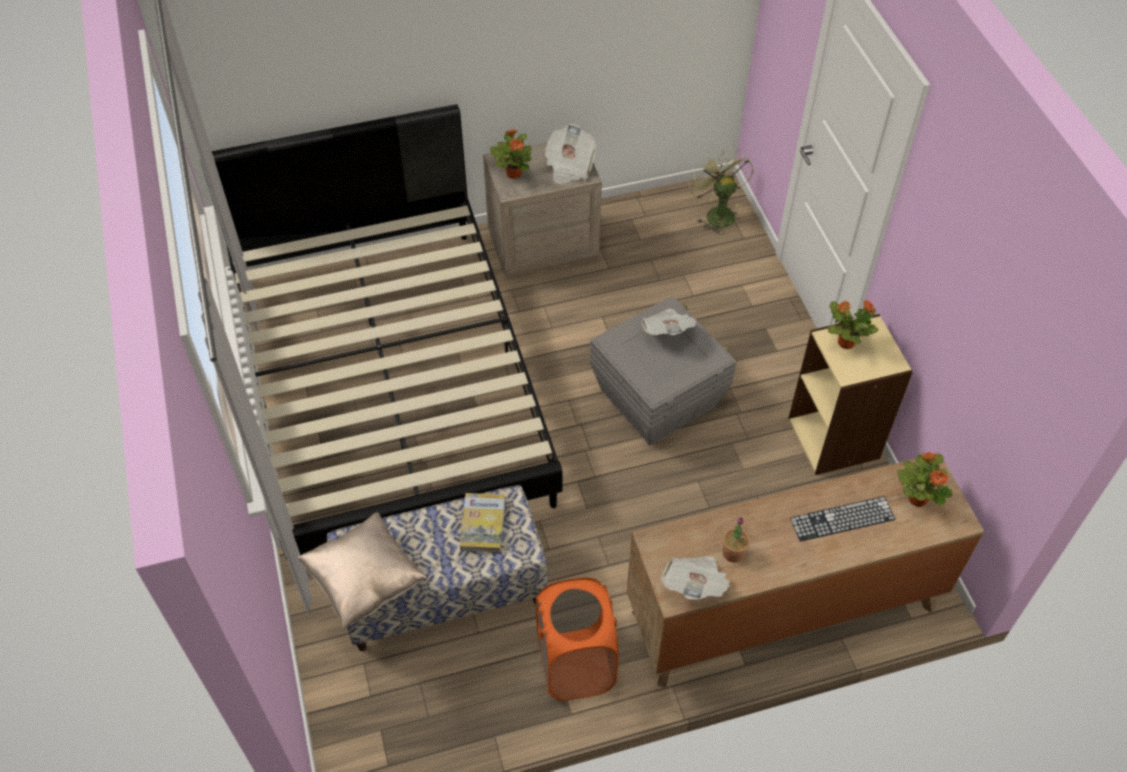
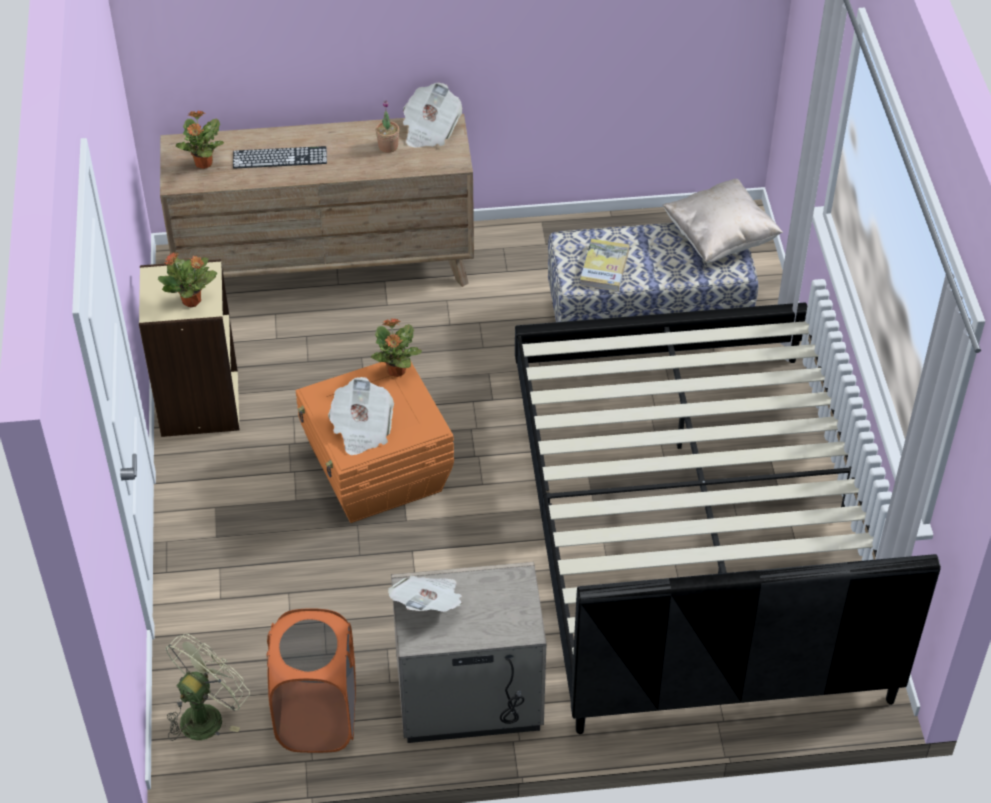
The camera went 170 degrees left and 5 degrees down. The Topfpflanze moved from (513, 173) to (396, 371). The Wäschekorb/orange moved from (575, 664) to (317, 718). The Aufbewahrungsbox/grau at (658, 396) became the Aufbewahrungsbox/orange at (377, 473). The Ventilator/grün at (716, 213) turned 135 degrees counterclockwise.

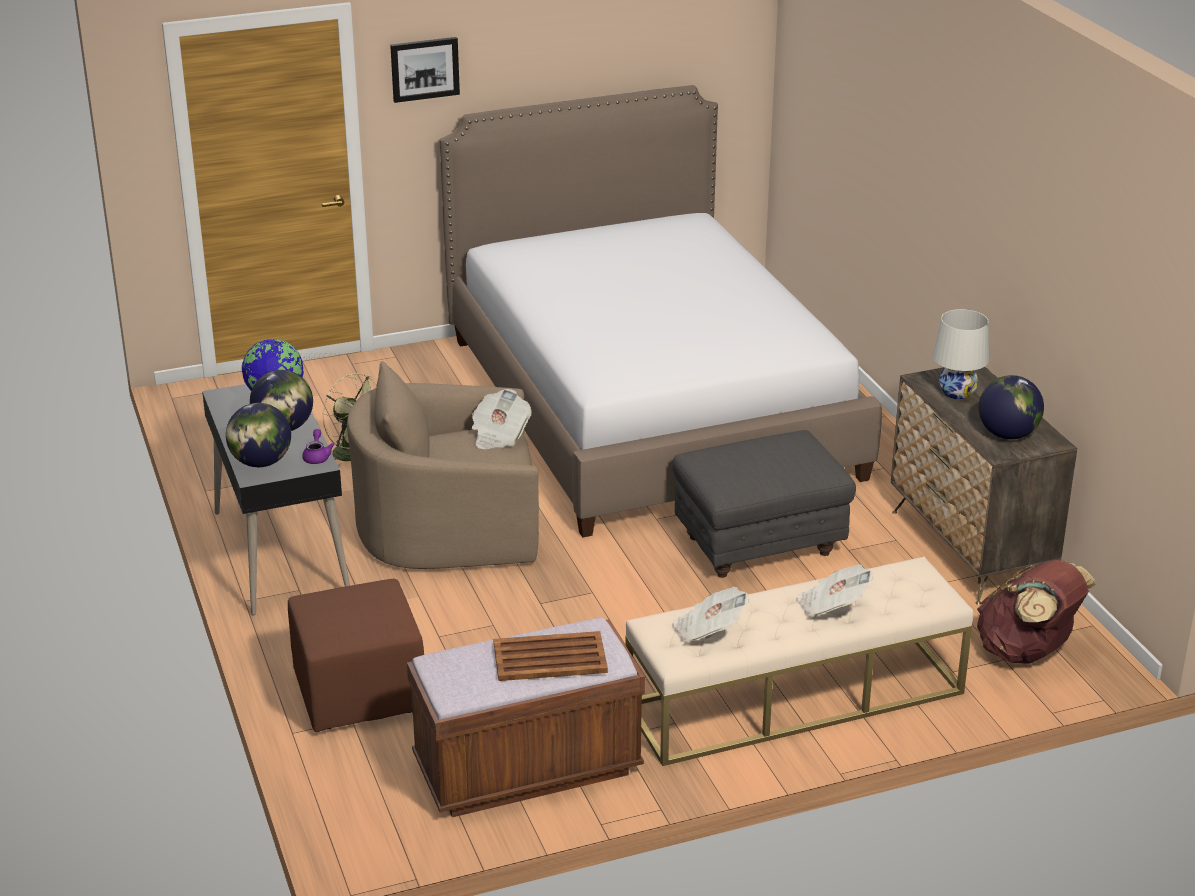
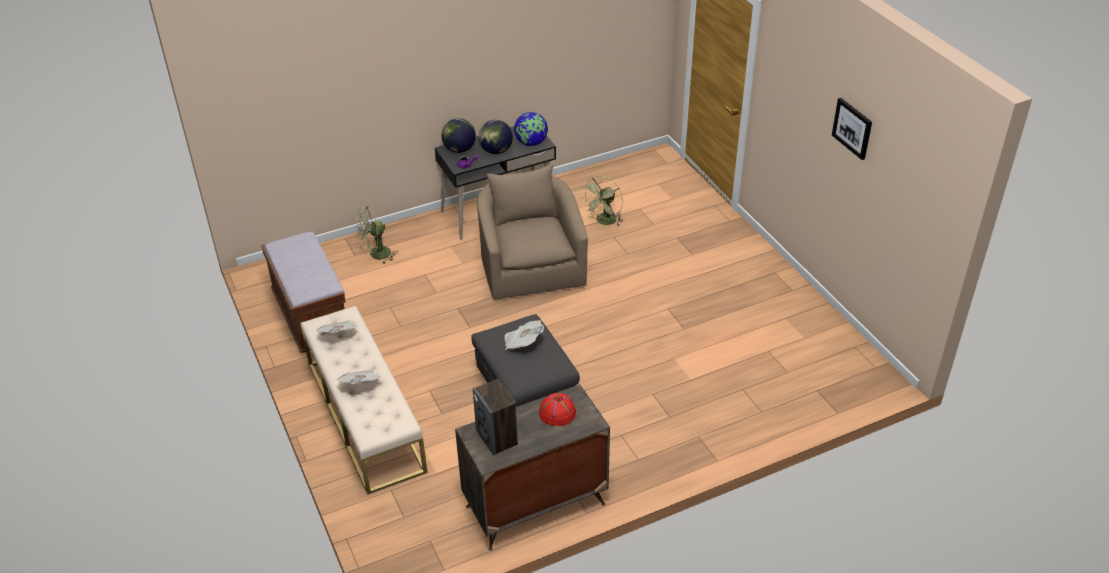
The camera went 85 degrees right and 10 degrees up. The Bett at (649, 406) disappeared. The Tablett/braun at (551, 658) disappeared. The Rucksack/braun at (1026, 652) disappeared. The Bild moved from (424, 69) to (852, 128). The Zeitung moved from (499, 435) to (523, 343). The Polsterhocker/braun at (361, 693) was replaced by the Ventilator/grün at (376, 255). The Tischlampe/weiß at (957, 392) was replaced by the Hut/rot at (557, 413). The Globus at (1007, 434) was replaced by the Lautsprecher at (497, 437).

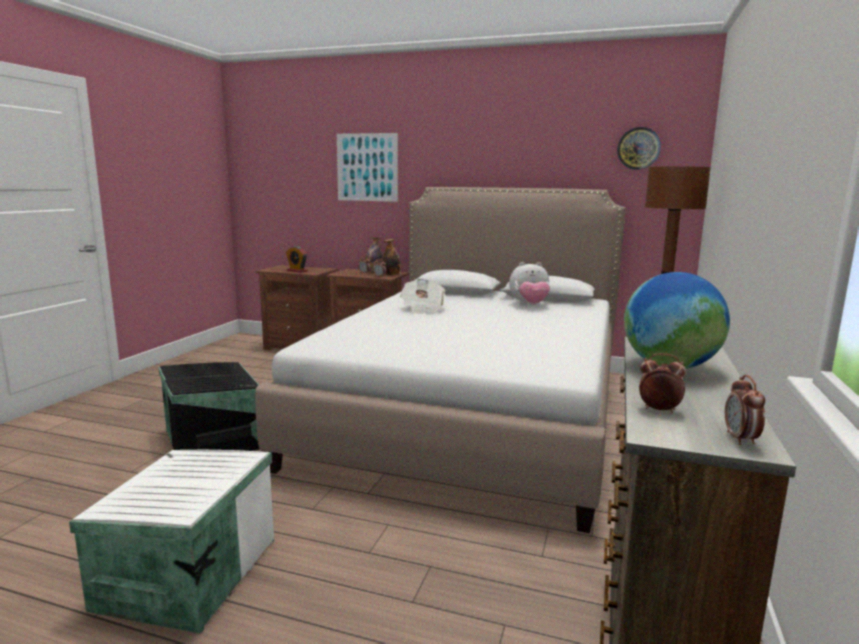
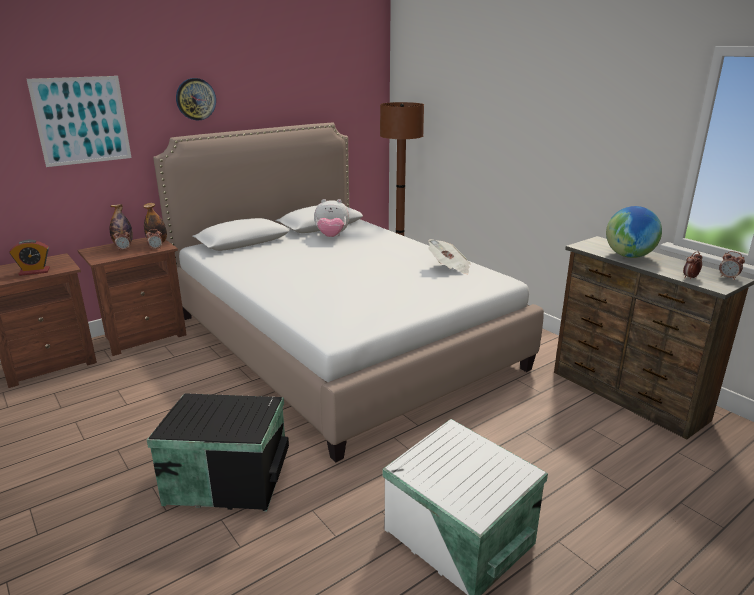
The camera went 55 degrees left and 10 degrees up. The Zeitung moved from (422, 309) to (449, 268). The Wanduhr moved from (638, 148) to (195, 99). The Plüschtier at (529, 305) turned 60 degrees clockwise.

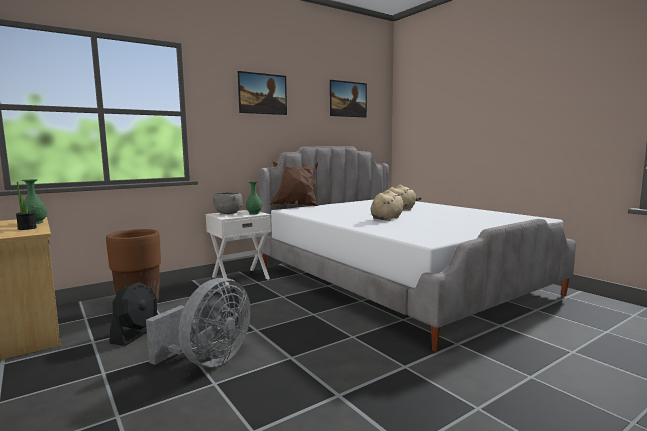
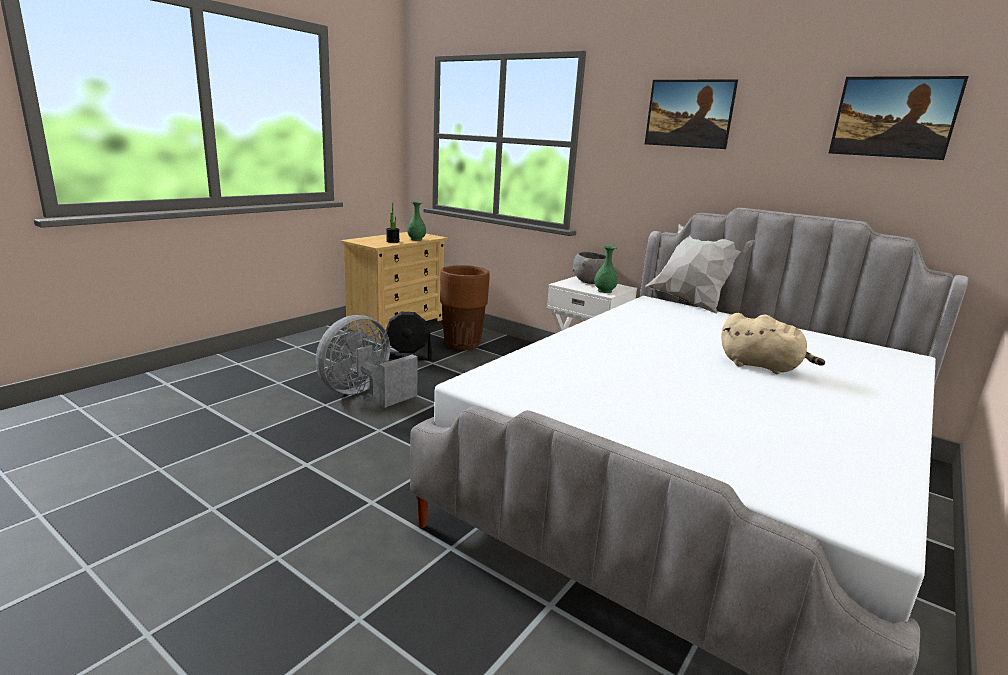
The camera went 70 degrees right and 10 degrees up. The Plüschtier/beige at (387, 218) disappeared. The Kissen/braun at (295, 206) became the Kissen/weiß at (689, 303). The Ventilator/grau at (208, 361) turned 120 degrees clockwise.

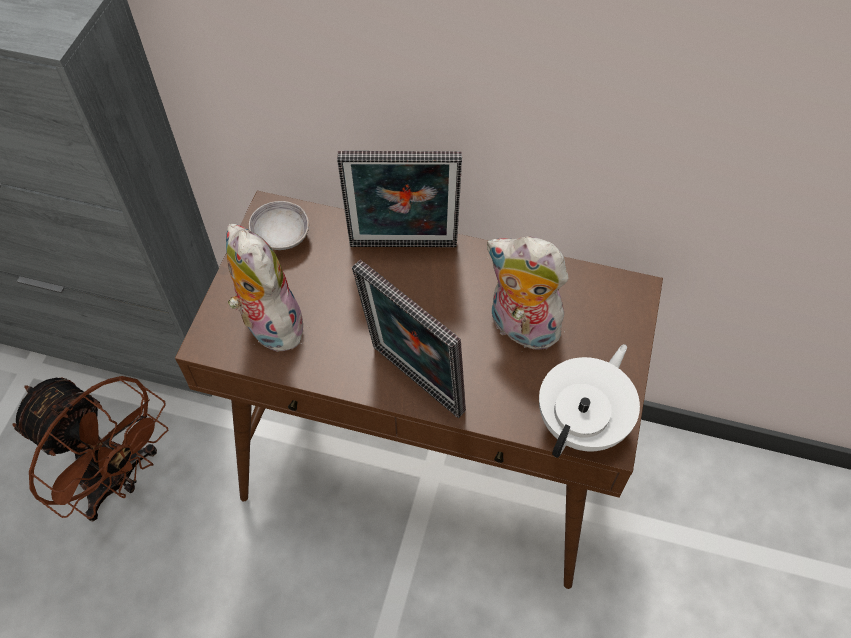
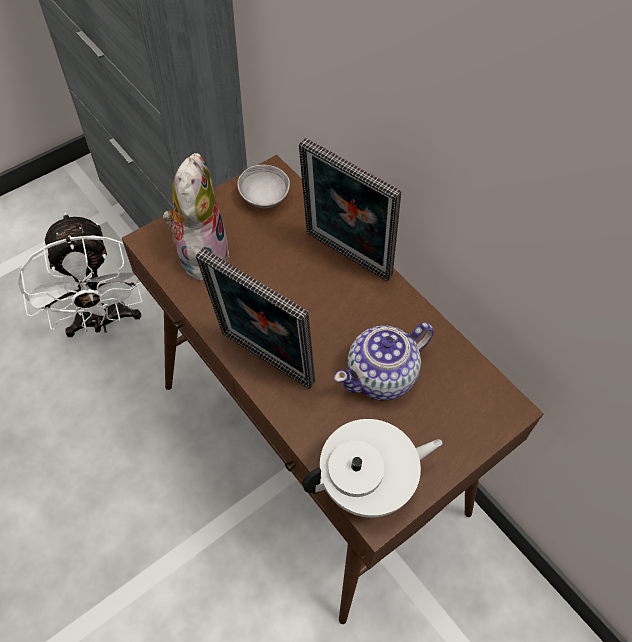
The camera went 35 degrees right and 0 degrees up. The Plüschtier at (520, 329) was replaced by the Teekanne at (382, 376). The Ventilator/braun at (118, 480) became the Ventilator/weiß at (103, 321). The Bilderrahmen at (413, 383) turned 45 degrees counterclockwise.

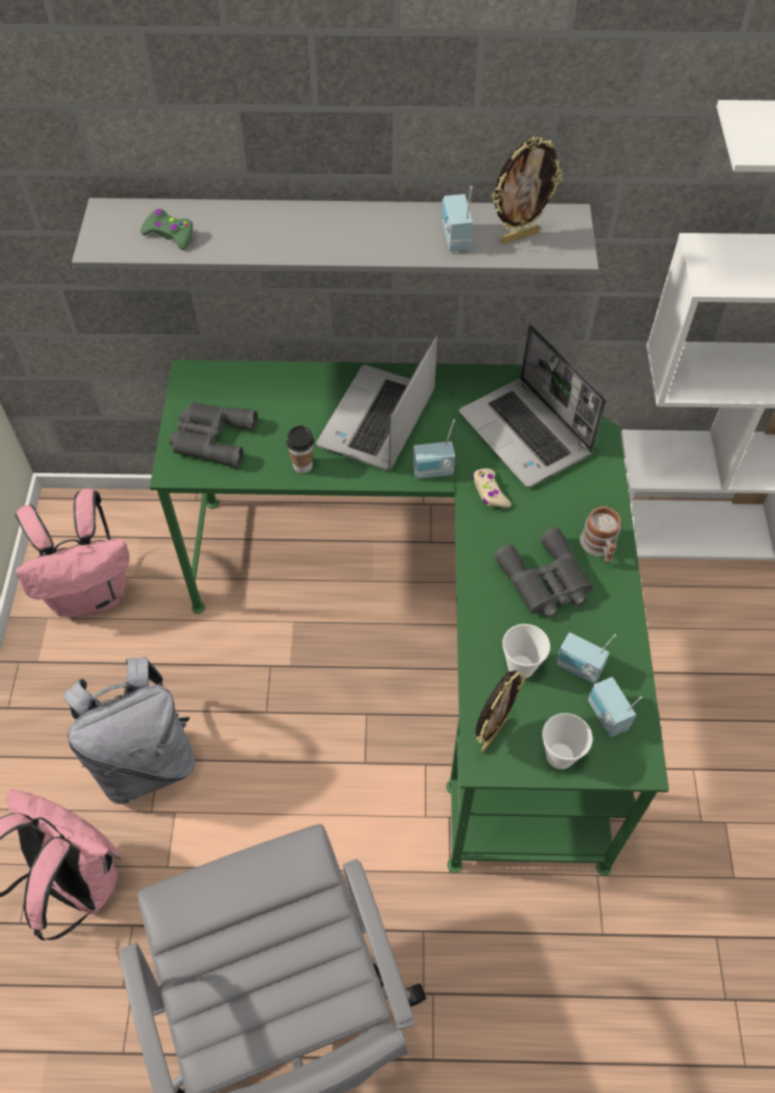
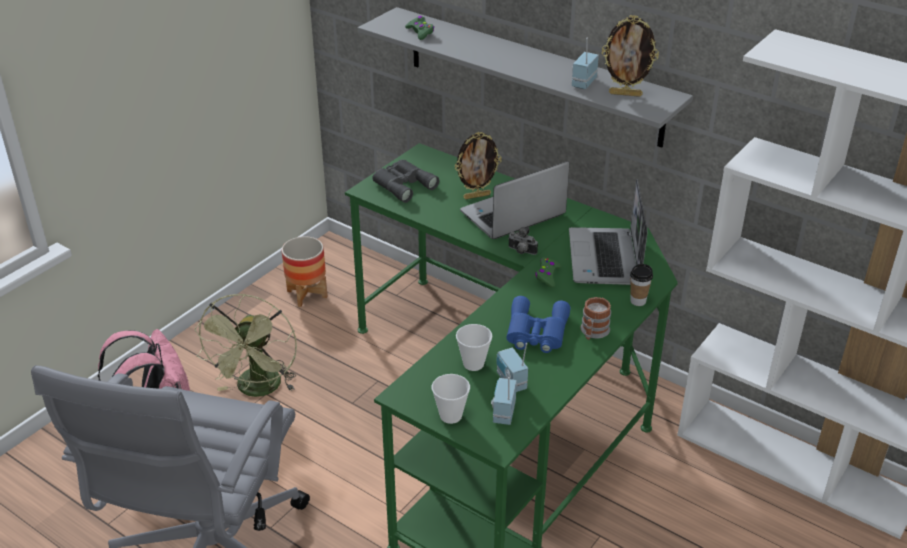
The camera went 35 degrees right and 20 degrees down. The Tasse moved from (302, 466) to (638, 301). The Bilderrahmen moved from (492, 734) to (477, 196). The Rucksack/rosa at (91, 593) was replaced by the Pflanzkübel at (307, 294). The Rucksack/grau at (145, 760) was replaced by the Ventilator/grün at (258, 390). The Radio at (433, 472) was replaced by the Kamera at (521, 252). The Gamepad/beige at (489, 492) became the Gamepad/grün at (547, 276). The Fernglas/grau at (545, 581) became the Fernglas/blau at (536, 332).

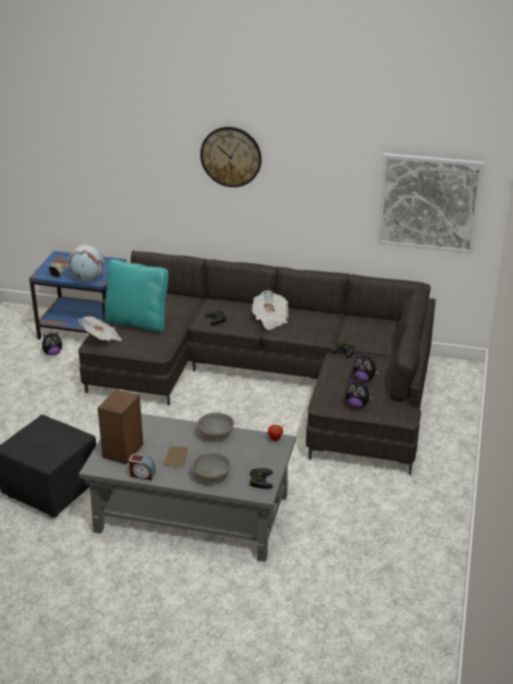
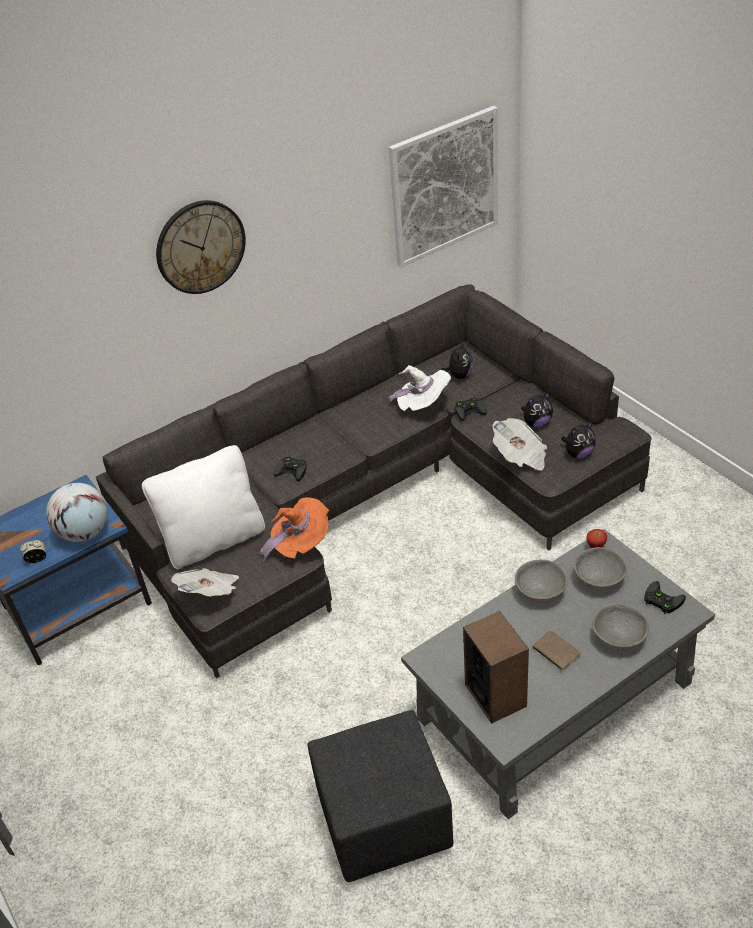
The camera went 45 degrees left and 10 degrees up. The Wecker at (142, 474) disappeared. The Hut/orange at (300, 544) appeared. The Hut/weiß at (422, 406) appeared. The Schüssel/grau at (598, 579) appeared. The Plüschtier moved from (52, 353) to (459, 375). The Zeitung moved from (270, 319) to (520, 456). The Kissen/türkis at (137, 322) became the Kissen/weiß at (214, 540).

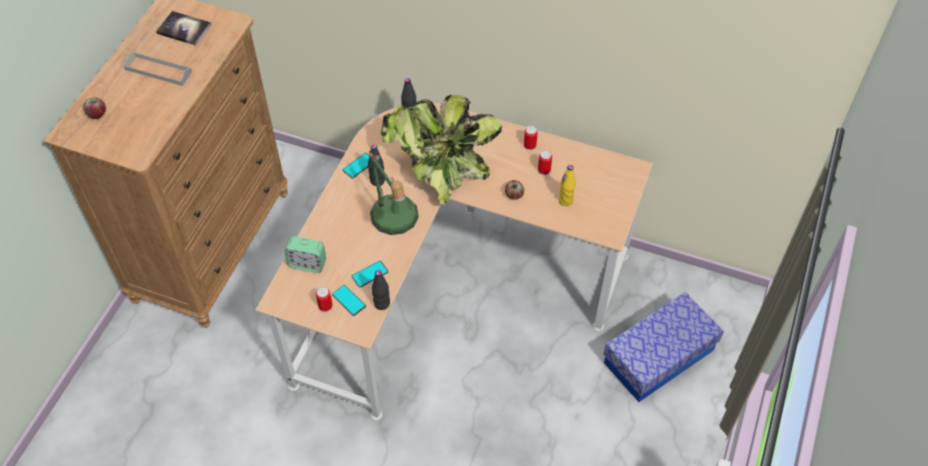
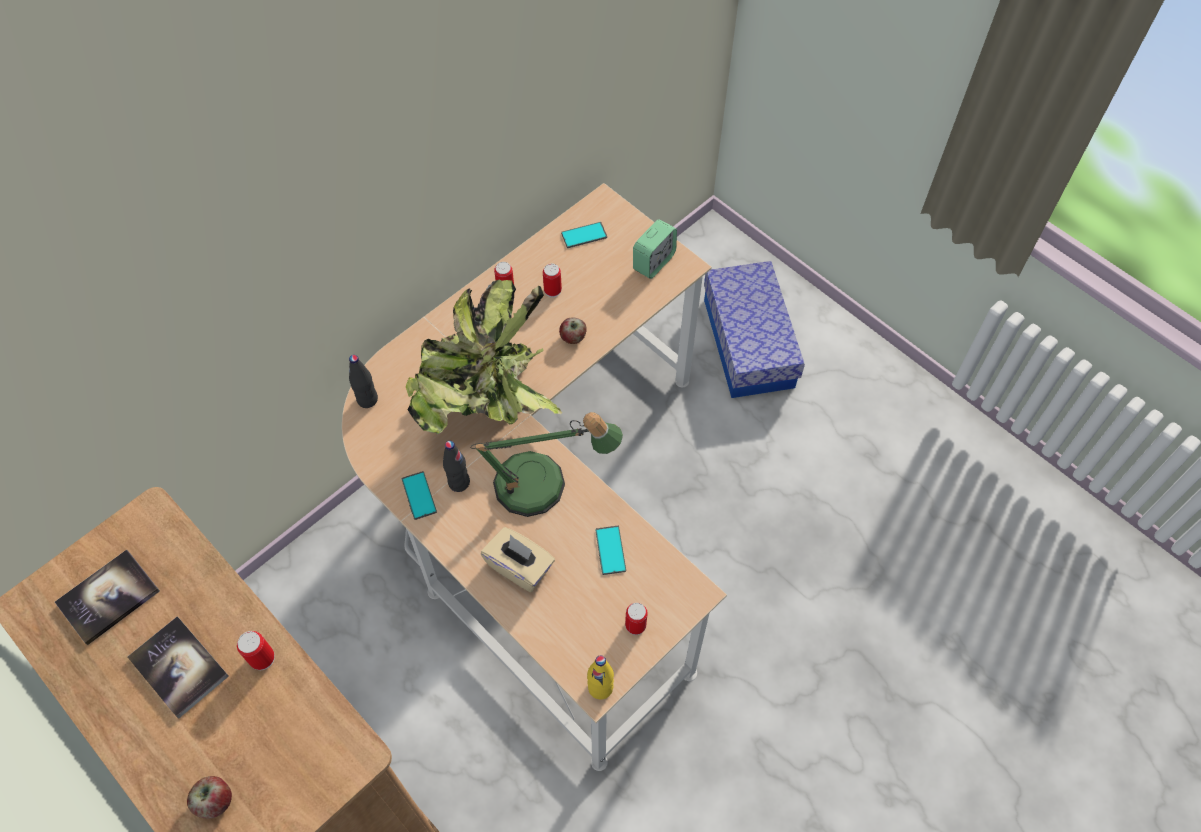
The camera went 65 degrees left and 5 degrees up. The Flasche/schwarz at (382, 303) disappeared. The Dose at (262, 658) appeared. The Taschentuchbox/beige at (520, 567) appeared. The Wecker moved from (307, 263) to (653, 262). The Handy moved from (349, 300) to (584, 235). The Flasche/gelb moved from (565, 200) to (600, 688). The Tablett/grau at (158, 71) was replaced by the Buch at (179, 667).

